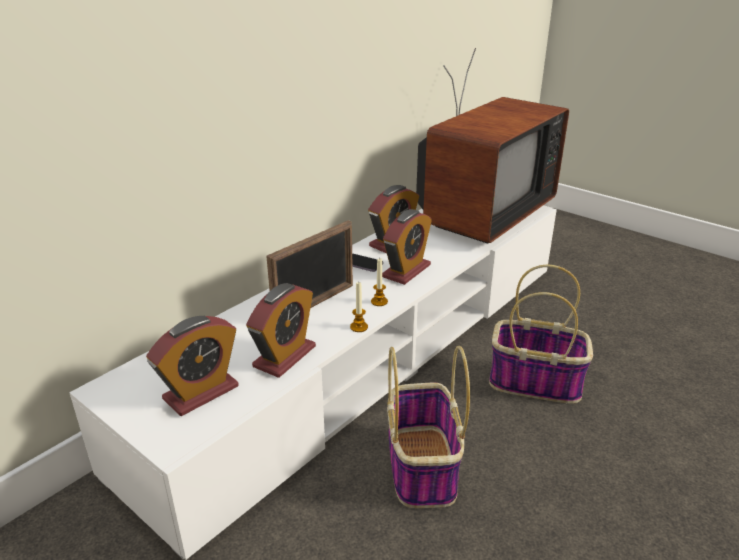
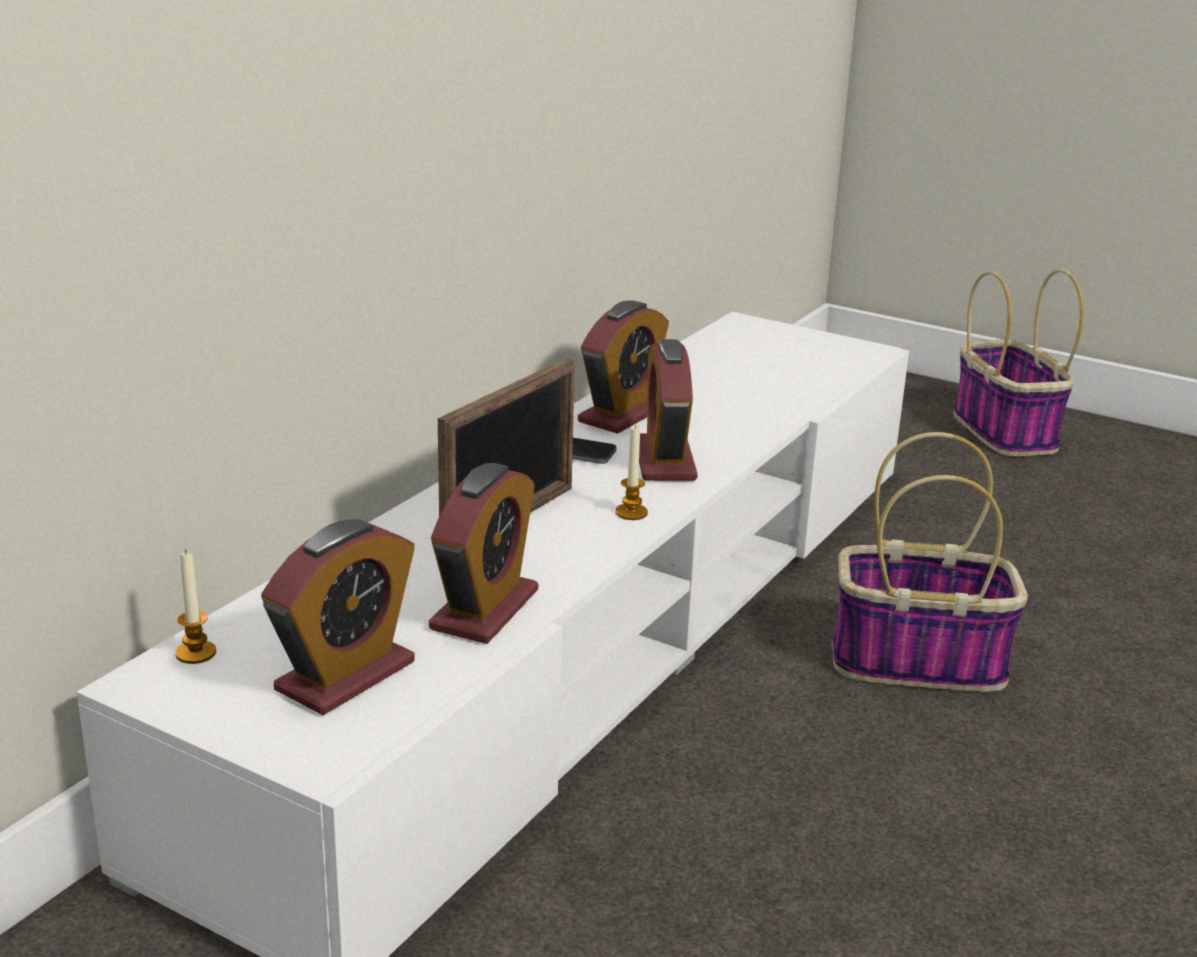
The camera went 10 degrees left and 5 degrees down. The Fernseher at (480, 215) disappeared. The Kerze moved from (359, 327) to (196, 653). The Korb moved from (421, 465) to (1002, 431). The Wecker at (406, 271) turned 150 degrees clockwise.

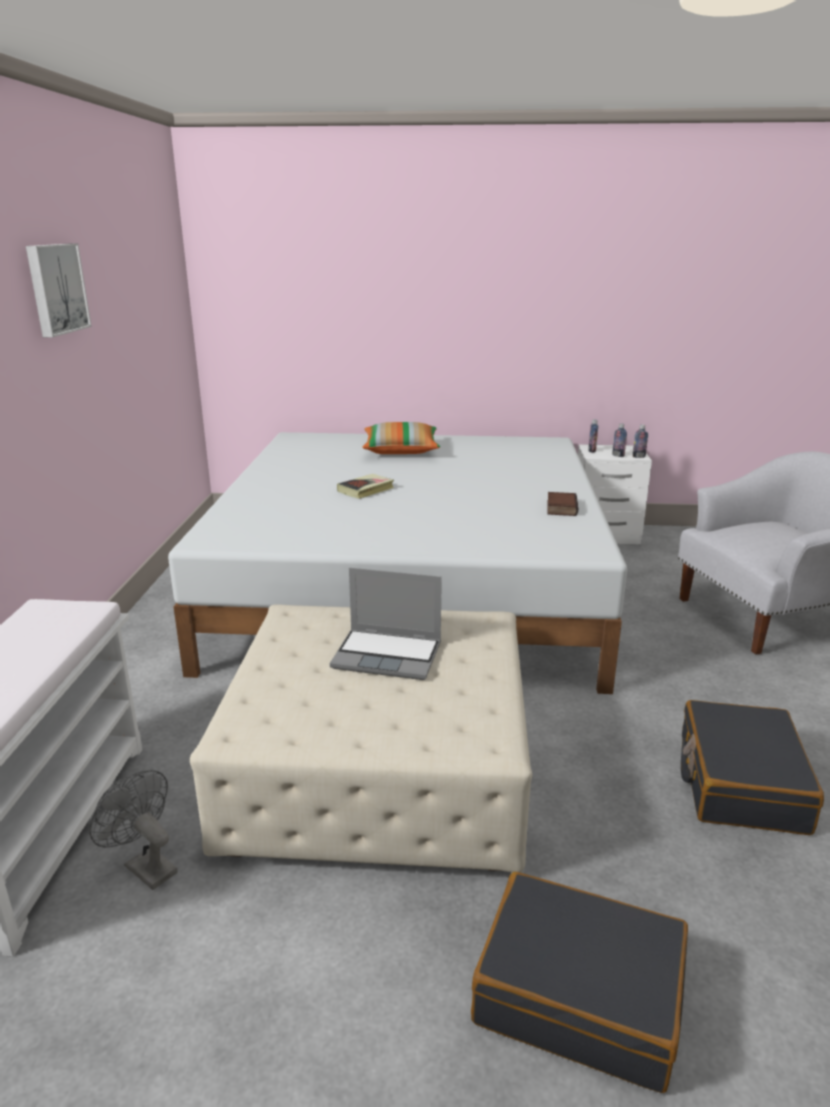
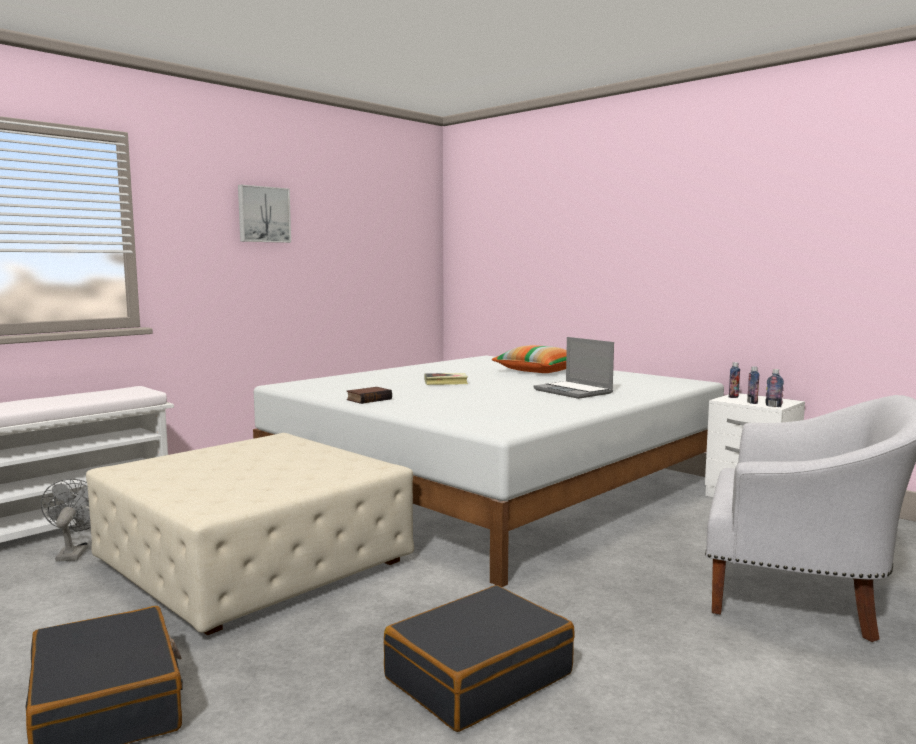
The camera went 40 degrees right and 15 degrees down. The Laptop moved from (389, 655) to (574, 391). The Buch moved from (560, 508) to (369, 399).

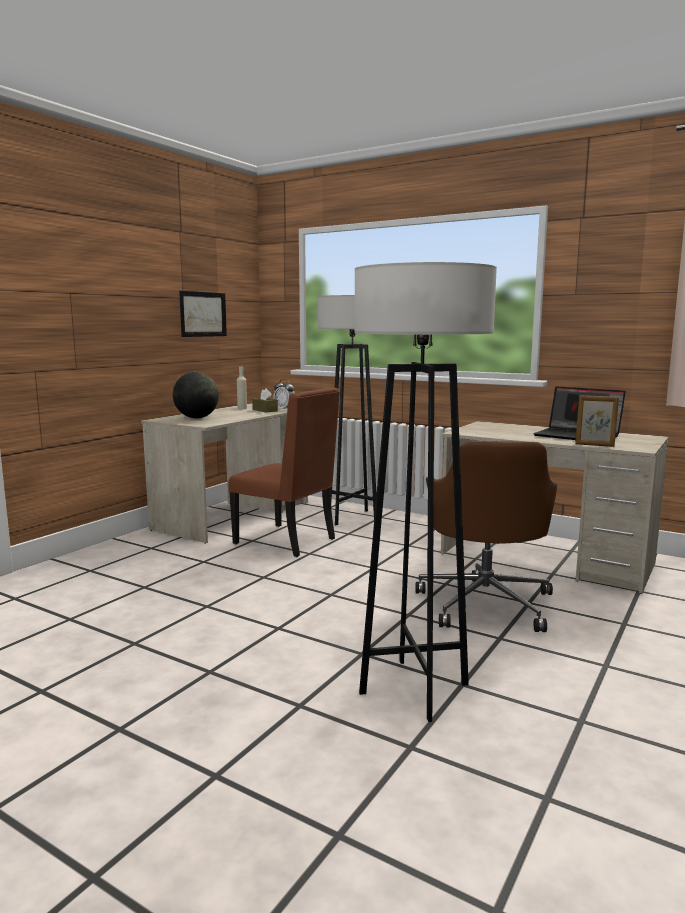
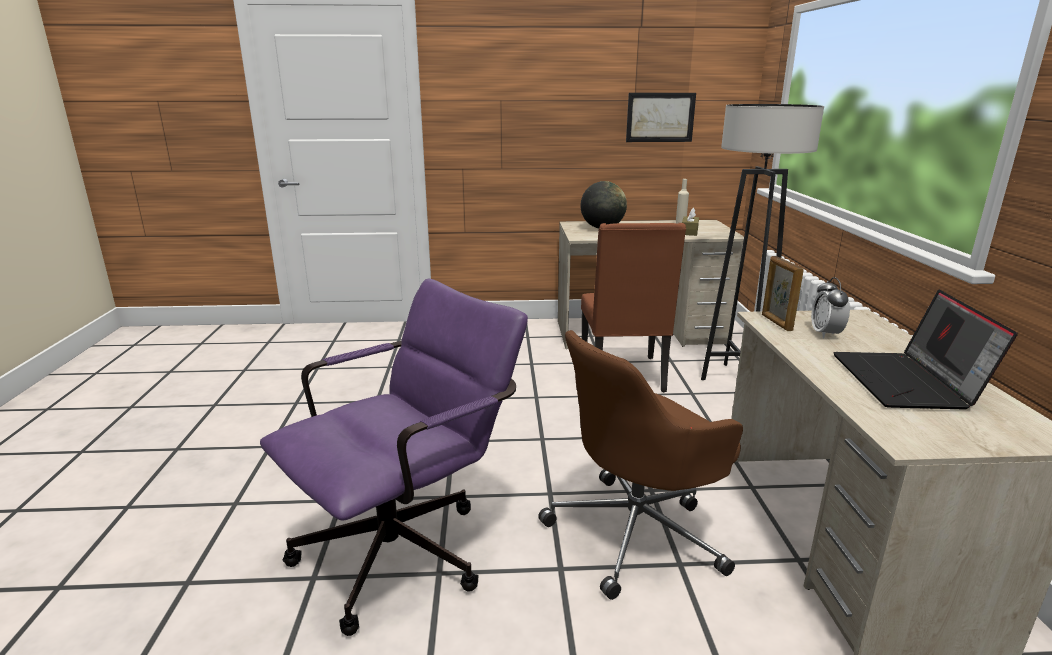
The camera went 55 degrees right and 10 degrees up. The Wecker moved from (284, 409) to (825, 334). The Bilderrahmen moved from (594, 445) to (776, 323). The Stehlampe/grau at (414, 689) was replaced by the Bürostuhl/lila at (408, 547).

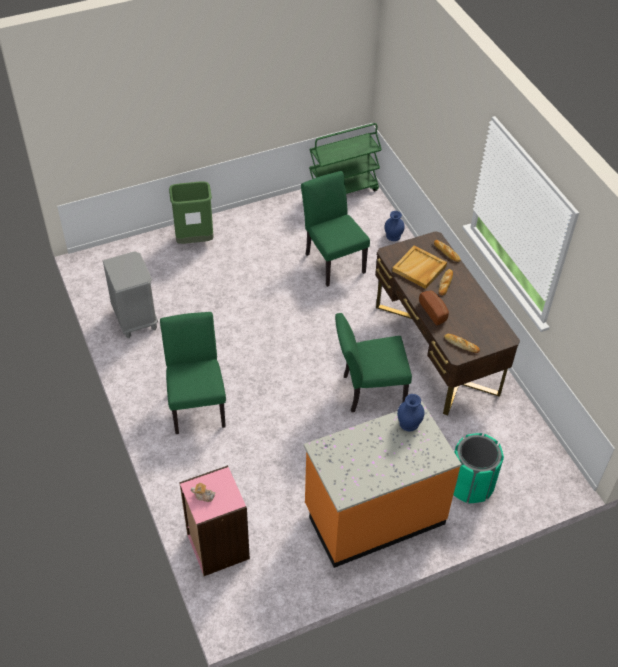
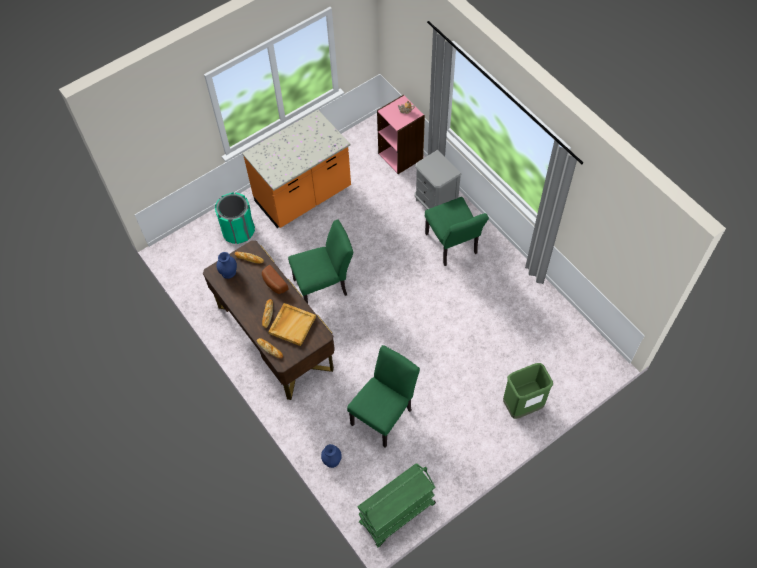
The camera went 170 degrees right and 10 degrees up. The Nachttisch/grau moved from (135, 319) to (435, 203). The Vase/blau moved from (409, 422) to (228, 272). The Stuhl/grün at (332, 260) turned 105 degrees counterclockwise.

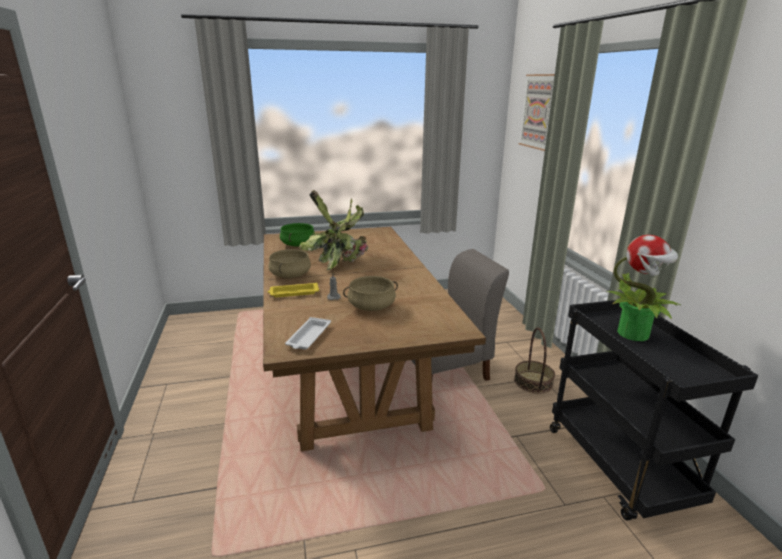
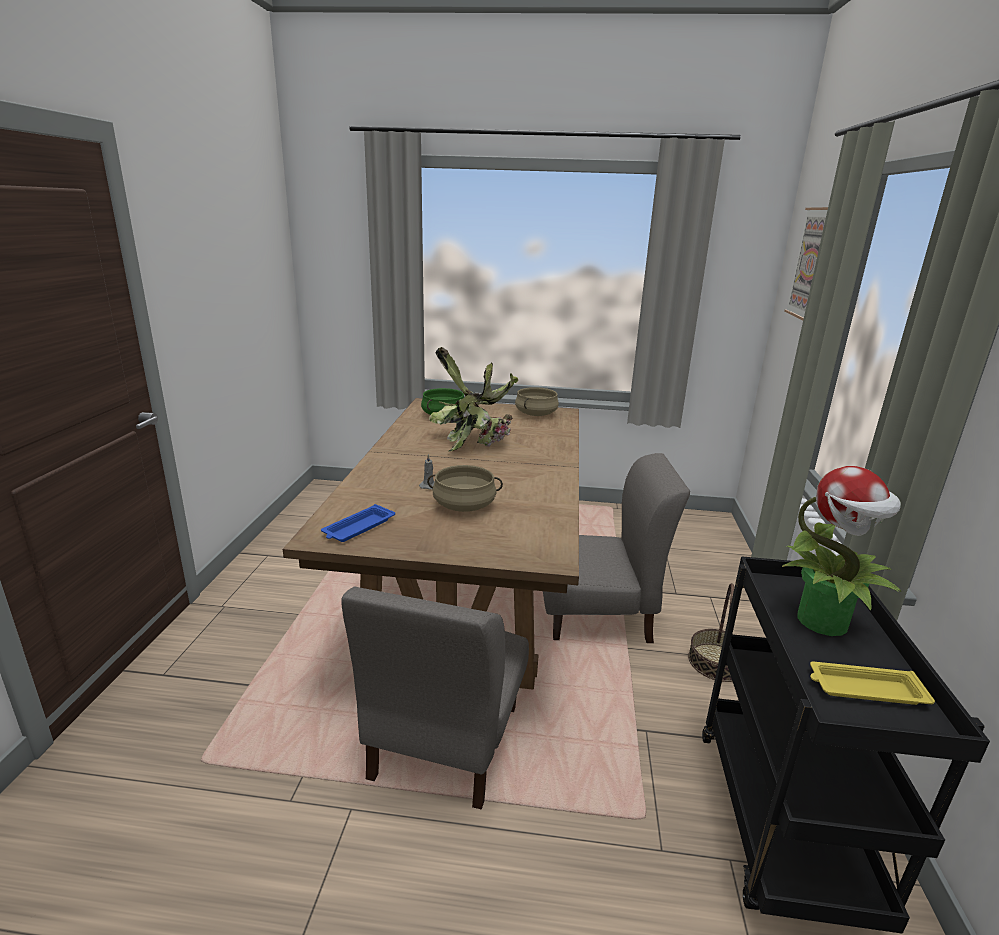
The camera went 20 degrees right and 0 degrees up. The Stuhl/grau at (444, 743) appeared. The Kochtopf/beige moved from (290, 275) to (536, 414). The Tablett/gelb moved from (293, 293) to (864, 689). The Tablett/weiß at (308, 337) became the Tablett/blau at (358, 528).

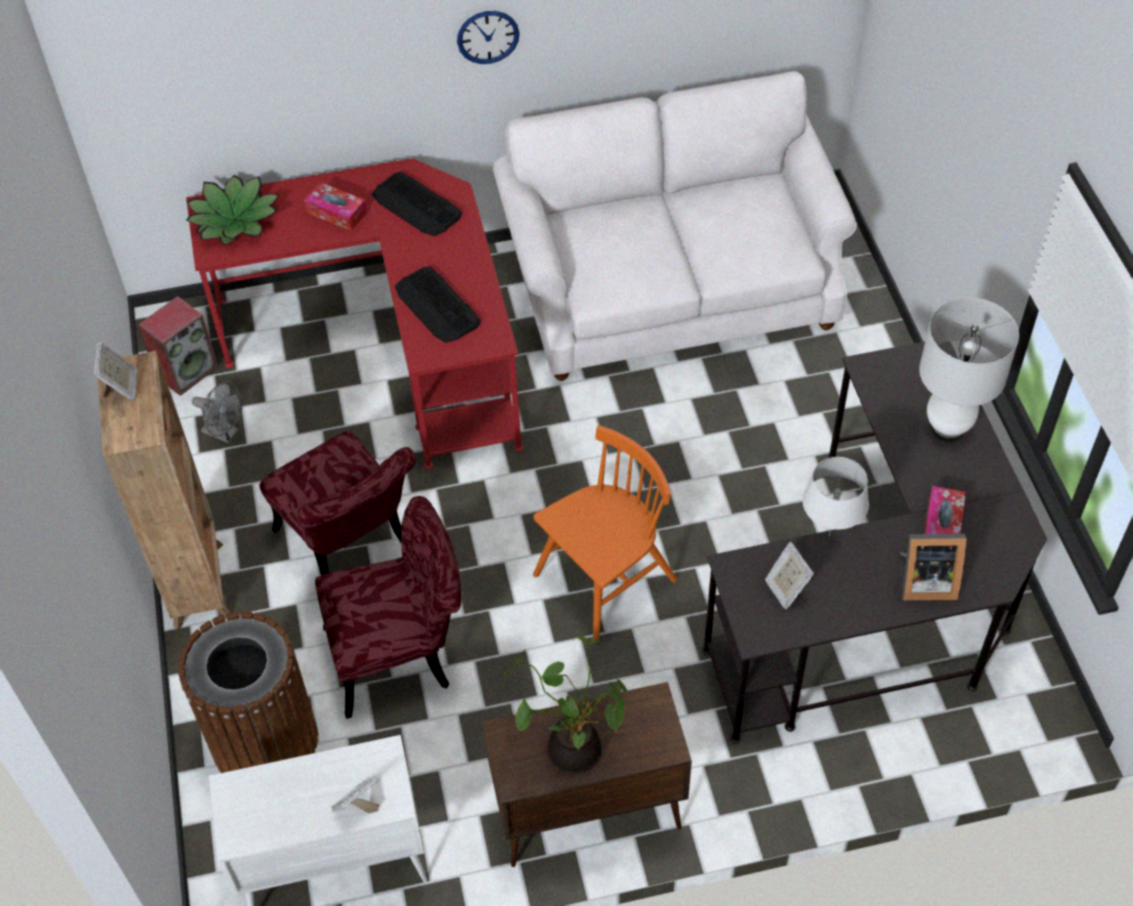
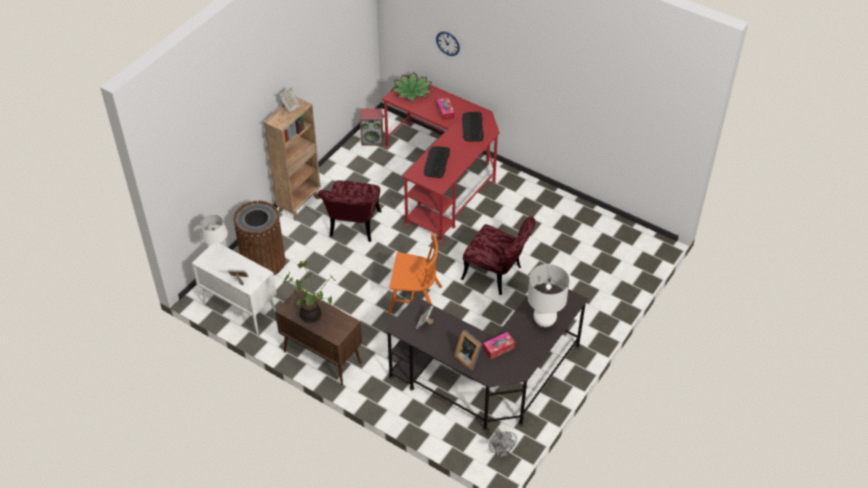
The camera went 45 degrees right and 5 degrees down. The Sofa/weiß at (672, 288) disappeared. The Ventilator/grau moved from (225, 433) to (501, 452). The Stuhl/rot moved from (401, 654) to (497, 275). The Wanduhr moved from (488, 37) to (448, 43). The Tischlampe/weiß moved from (828, 536) to (217, 250).

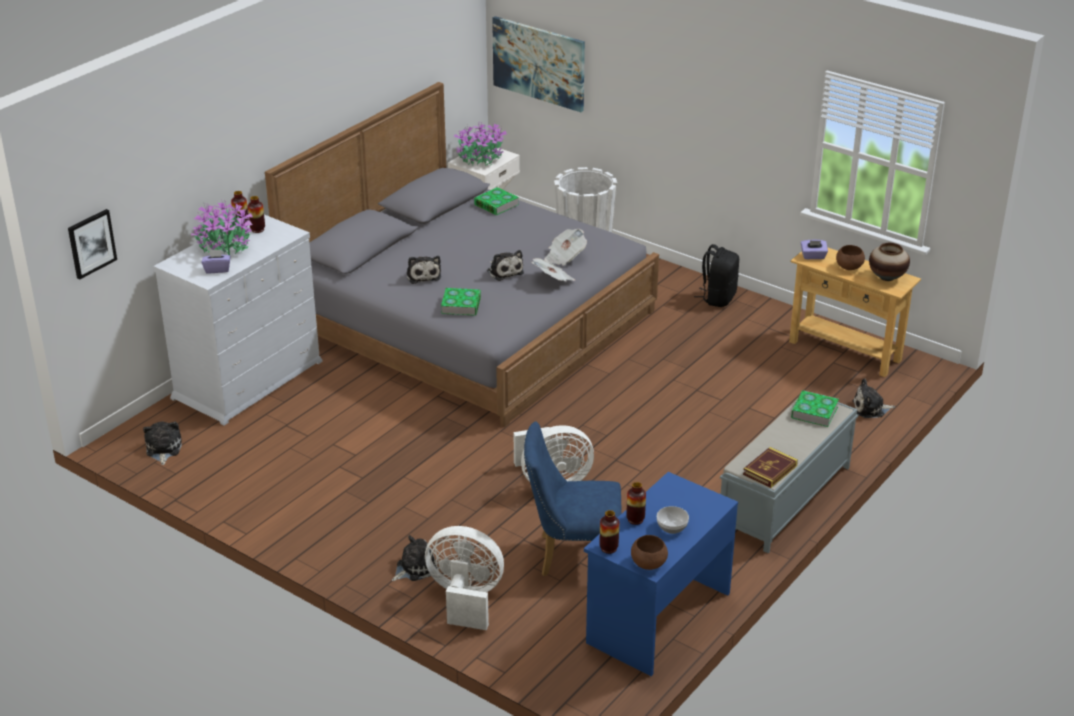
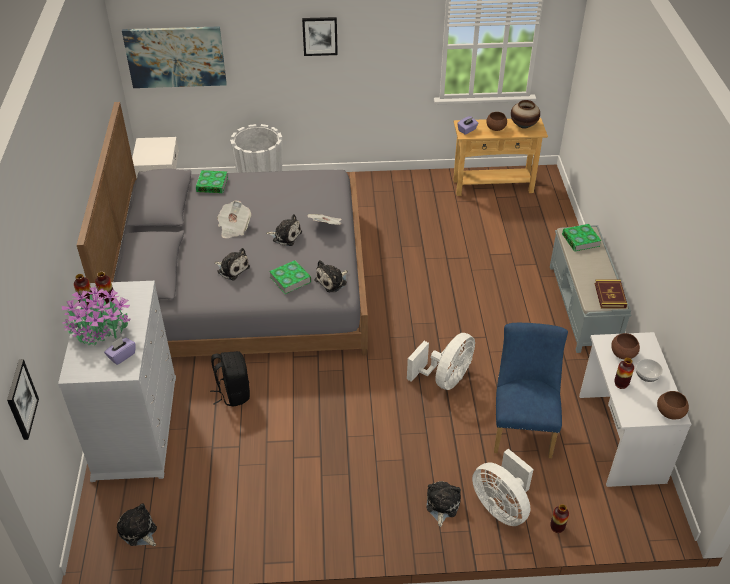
The camera went 40 degrees left and 10 degrees up. The Topfpflanze at (481, 159) disappeared. The Bild at (320, 36) appeared. The Schüssel/braun at (622, 354) appeared. The Zeitung moved from (564, 257) to (234, 227). The Vase moved from (608, 548) to (557, 527). The Rucksack/schwarz moved from (718, 298) to (233, 393). The Plüschtier moved from (870, 409) to (332, 281). The Schreibtisch/blau at (657, 617) became the Schreibtisch/weiß at (619, 437). The Ventilator/weiß at (465, 599) turned 105 degrees counterclockwise. The Stuhl/blau at (572, 556) turned 135 degrees clockwise.

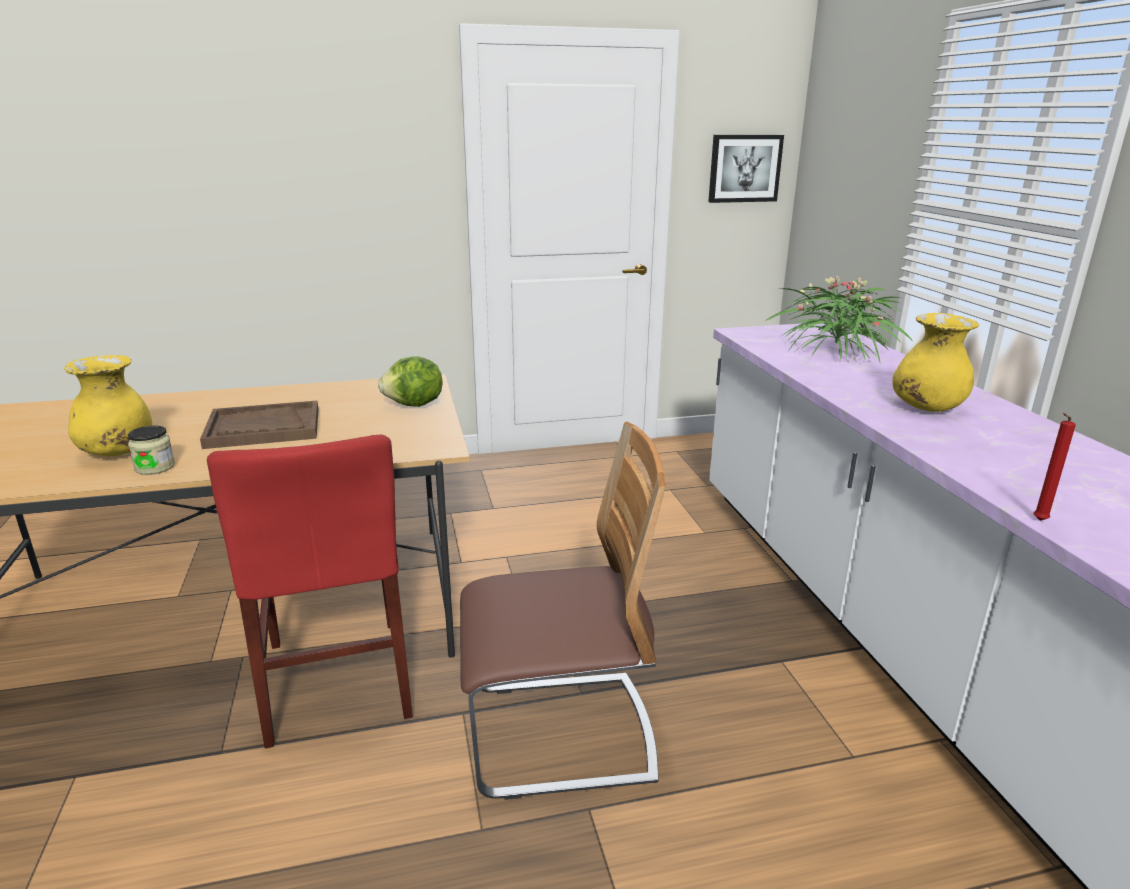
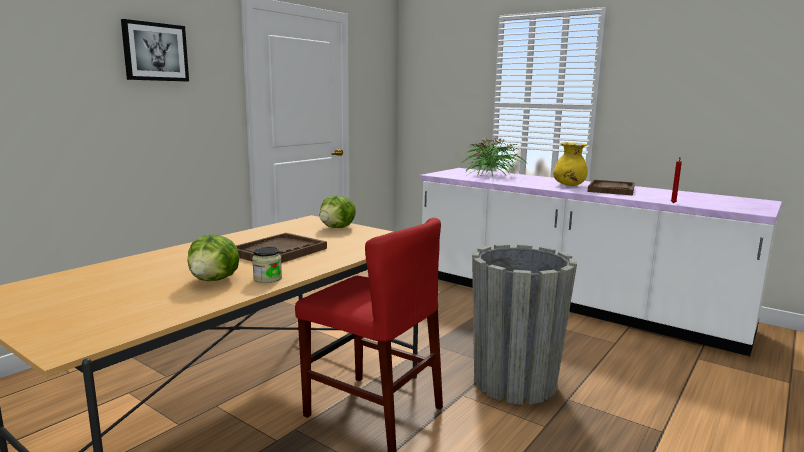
The camera went 40 degrees left and 10 degrees down. The Tablett/braun at (611, 189) appeared. The Bild moved from (744, 168) to (155, 52). The Vase/gelb at (118, 452) was replaced by the Salatkopf at (215, 280). The Stuhl at (559, 734) was replaced by the Pflanzkübel/grau at (514, 382).

